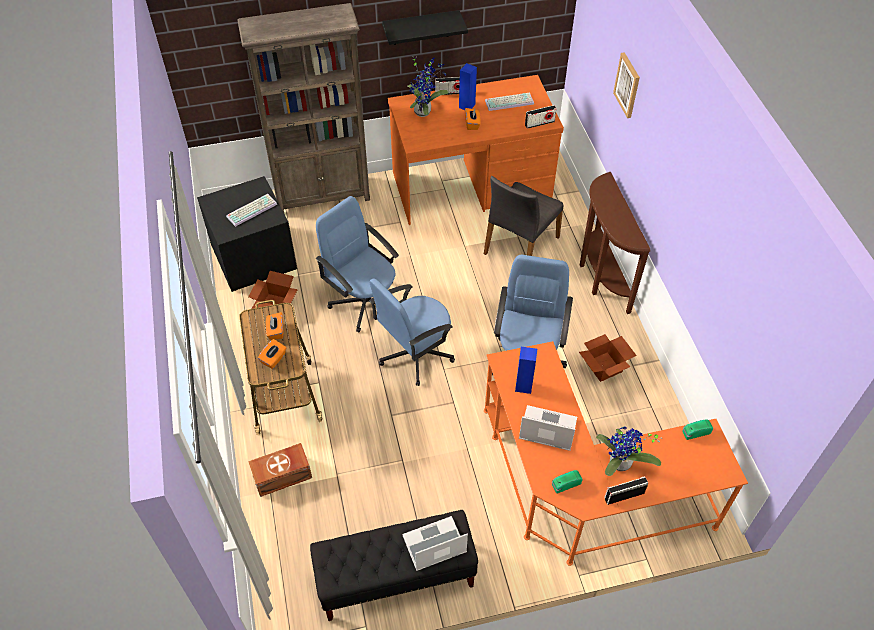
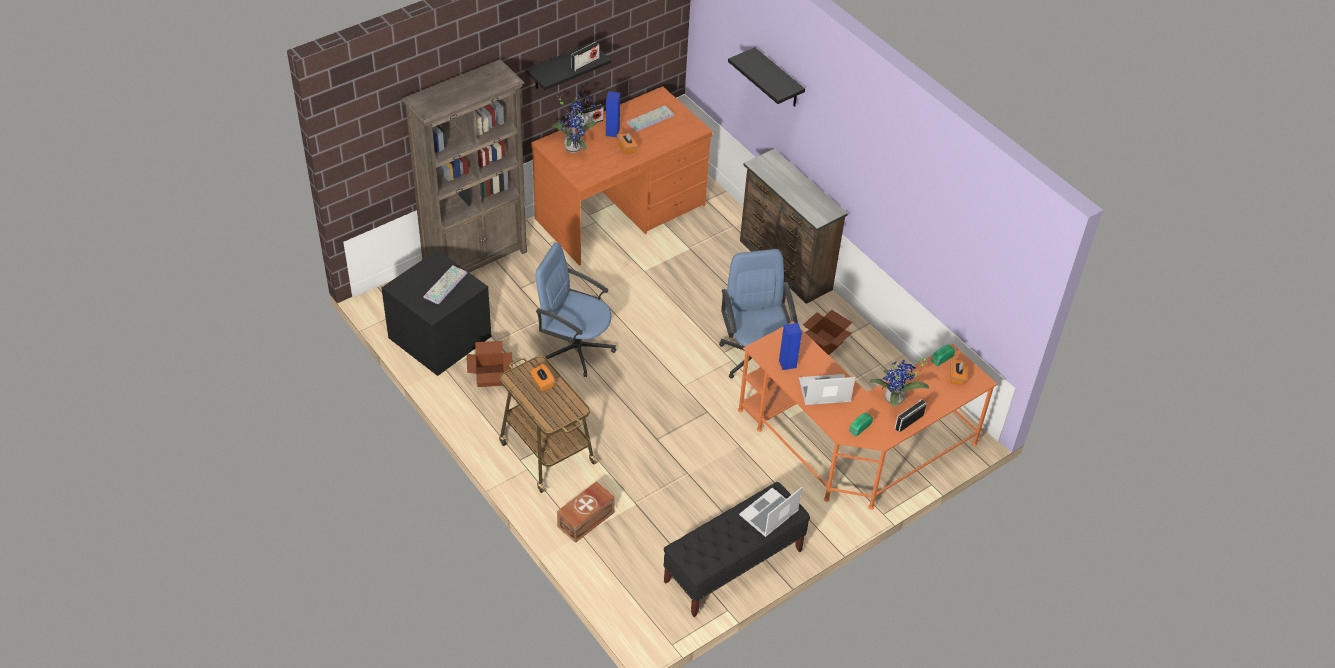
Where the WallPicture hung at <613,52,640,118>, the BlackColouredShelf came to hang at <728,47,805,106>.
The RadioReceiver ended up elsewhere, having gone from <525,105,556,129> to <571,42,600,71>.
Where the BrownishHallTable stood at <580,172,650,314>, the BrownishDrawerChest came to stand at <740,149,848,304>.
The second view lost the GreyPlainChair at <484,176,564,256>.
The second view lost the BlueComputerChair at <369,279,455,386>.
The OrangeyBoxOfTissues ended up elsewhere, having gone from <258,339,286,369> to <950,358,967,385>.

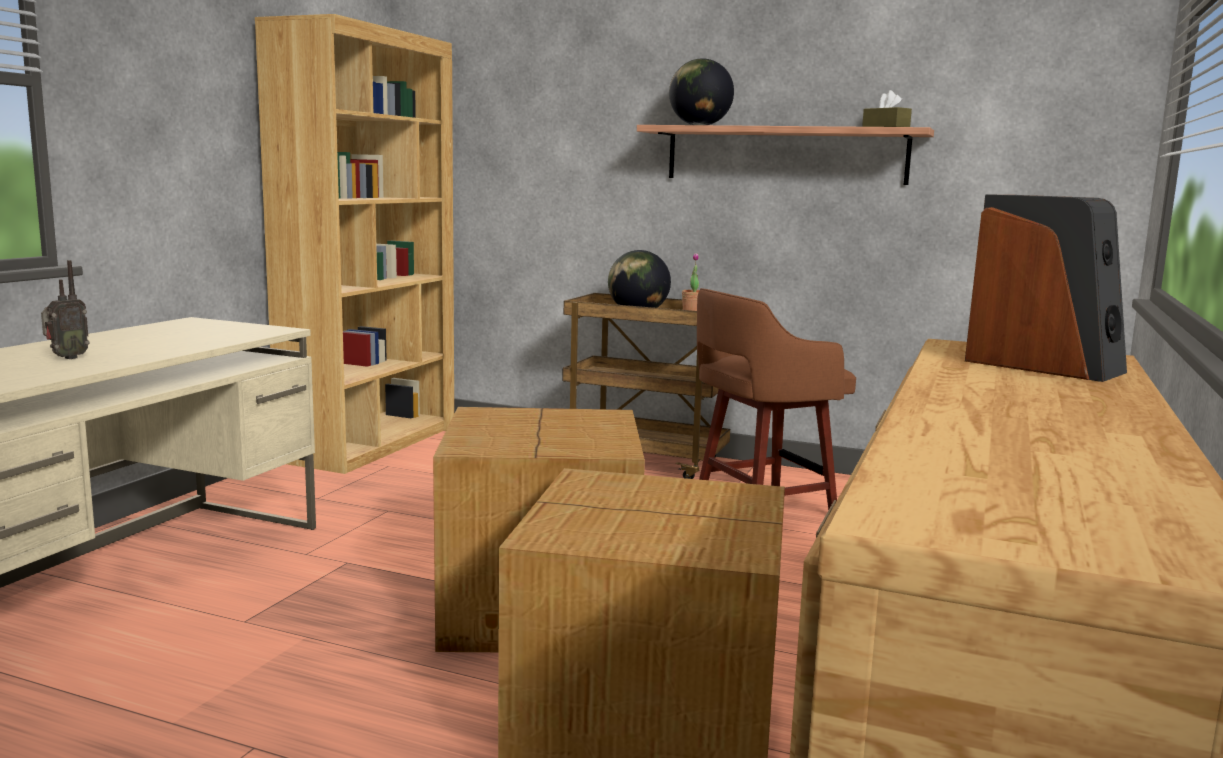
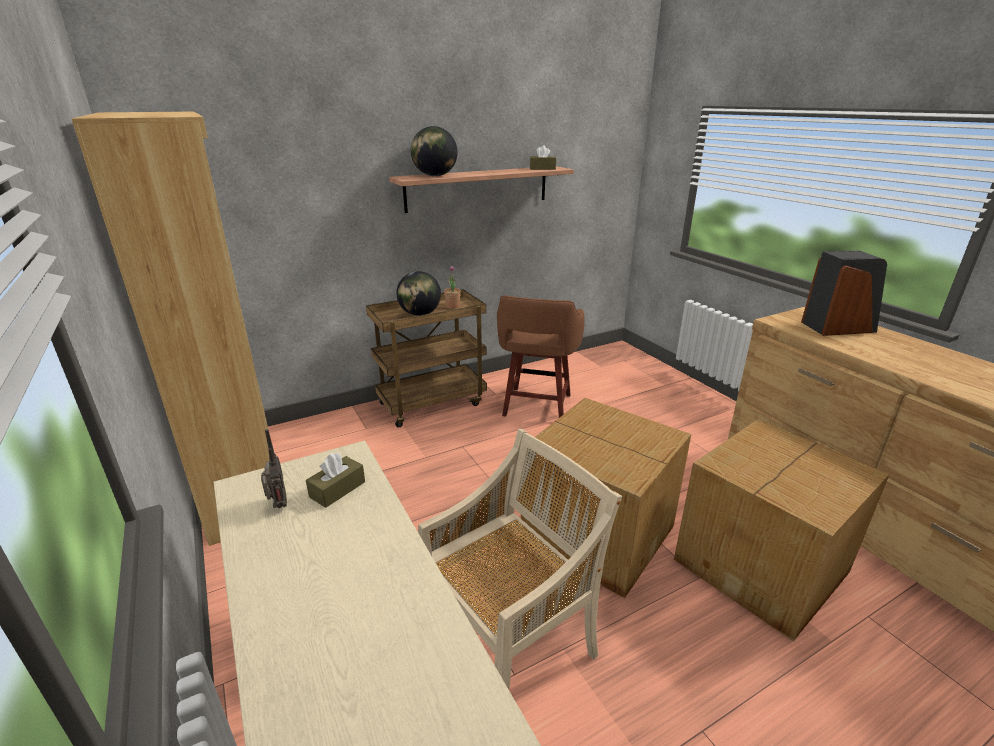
The RadioReceiver ended up elsewhere, having gone from <41,260,90,359> to <261,429,287,508>.
The second view gained the BeigePlainChair at <418,429,622,689>.
The second view gained the BrownishBoxOfTissues at <306,453,365,508>.

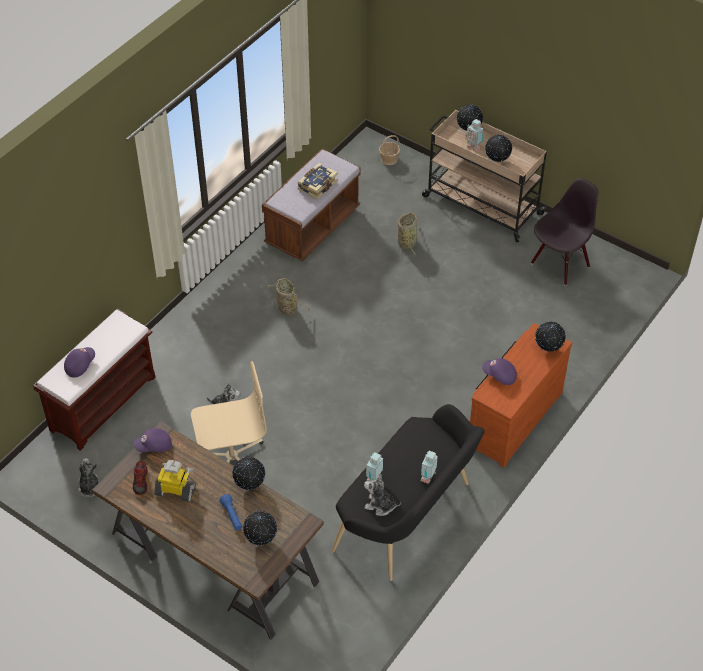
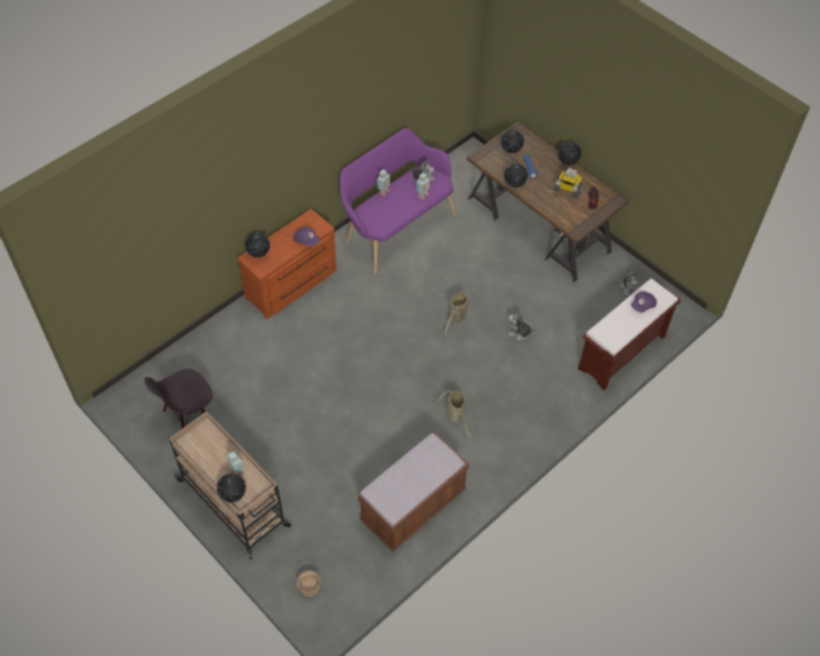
The DeskGlobe ended up elsewhere, having gone from <485,135,512,162> to <558,141,581,165>.
The second view lost the Book at <298,163,338,200>.
The HouseholdBasket ended up elsewhere, having gone from <398,213,417,257> to <444,289,469,336>.
The second view lost the BeigeComputerChair at <191,362,267,463>.
What was the BlackColouredBench at <331,404,485,581> turned into the PurplishBench at <339,128,456,274>.
The second view lost the PurplishBaseballCap at <134,428,172,452>.

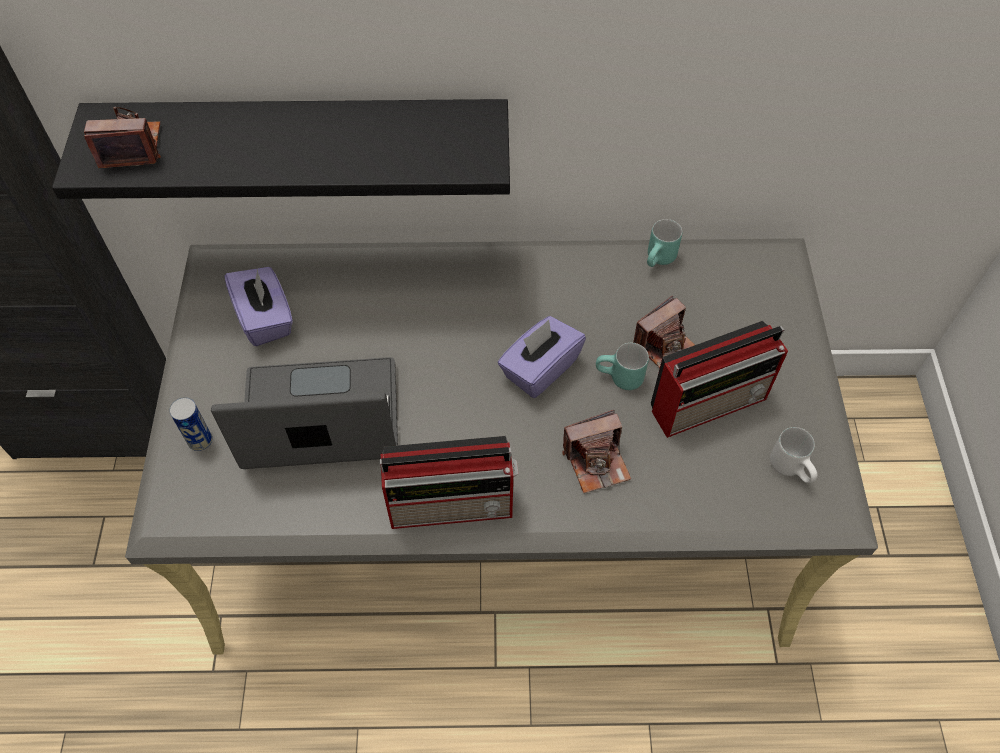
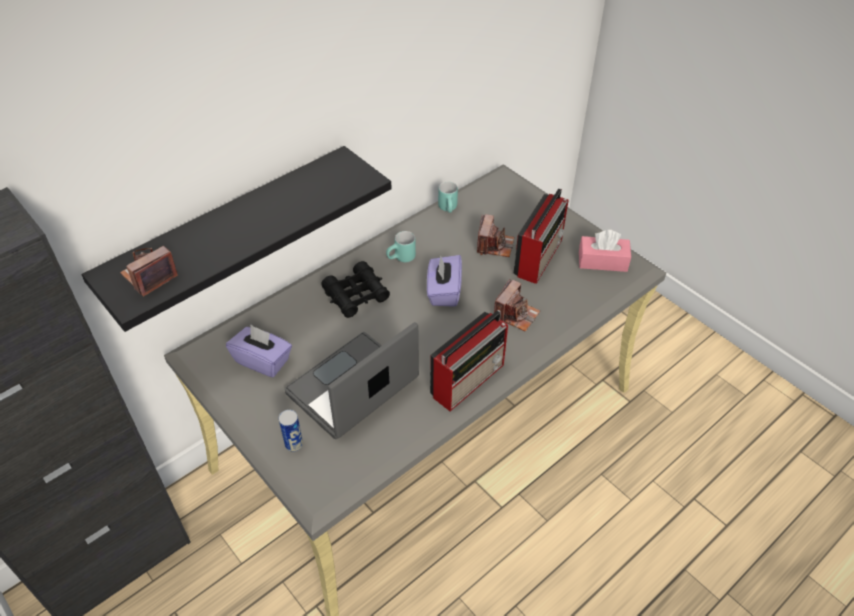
The BlueGreenTeaMug ended up elsewhere, having gone from <596,343,649,390> to <386,231,416,262>.
Where the WhiteColouredTeaMug stood at <770,427,817,483>, the PinkColouredBoxOfTissues came to stand at <579,230,631,272>.
The second view gained the BlackColouredFieldGlasses at <321,261,390,318>.

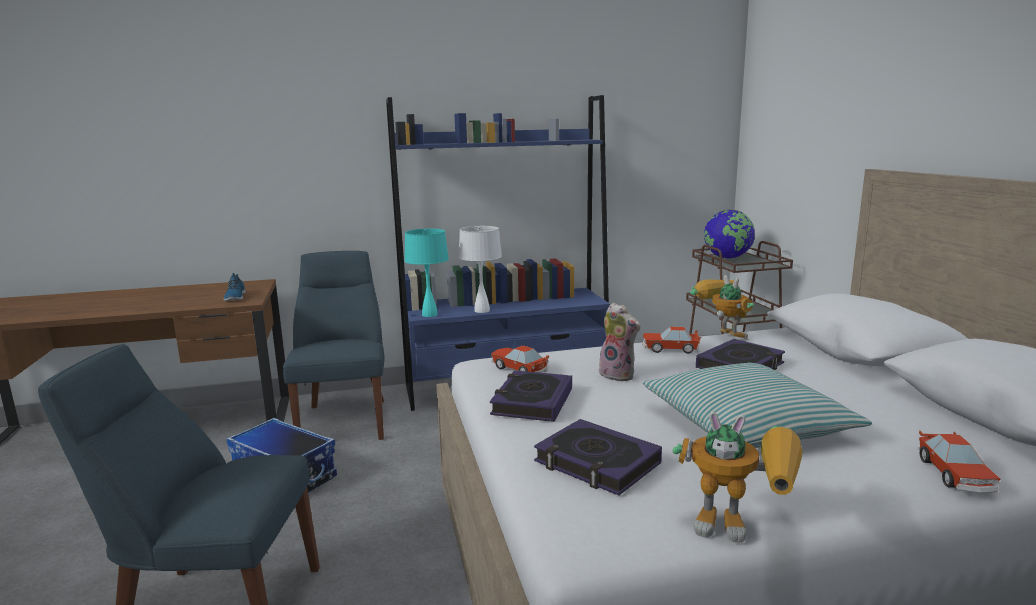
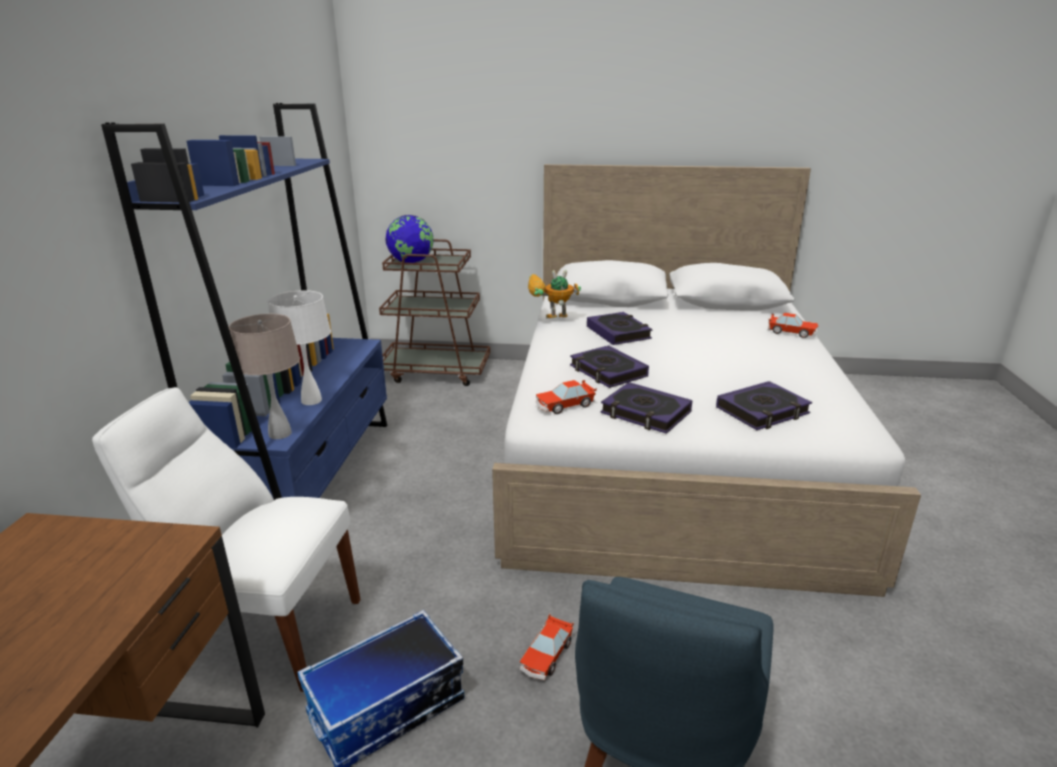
What was the BlueGreenTableLamp at <404,229,449,317> turned into the BeigeTableLamp at <229,314,300,439>.
What was the BluePlainChair at <283,251,385,440> turned into the WhiteColouredPlainChair at <92,387,361,692>.
The second view lost the Shoe at <224,273,246,301>.
Where the SoftToy stood at <599,303,640,382>, the Book came to stand at <570,345,649,388>.
The ToyCar ended up elsewhere, having gone from <642,327,701,354> to <520,614,574,680>.
The second view lost the Pillow at <643,363,872,448>.
The second view lost the ModelRobot at <673,411,803,543>.

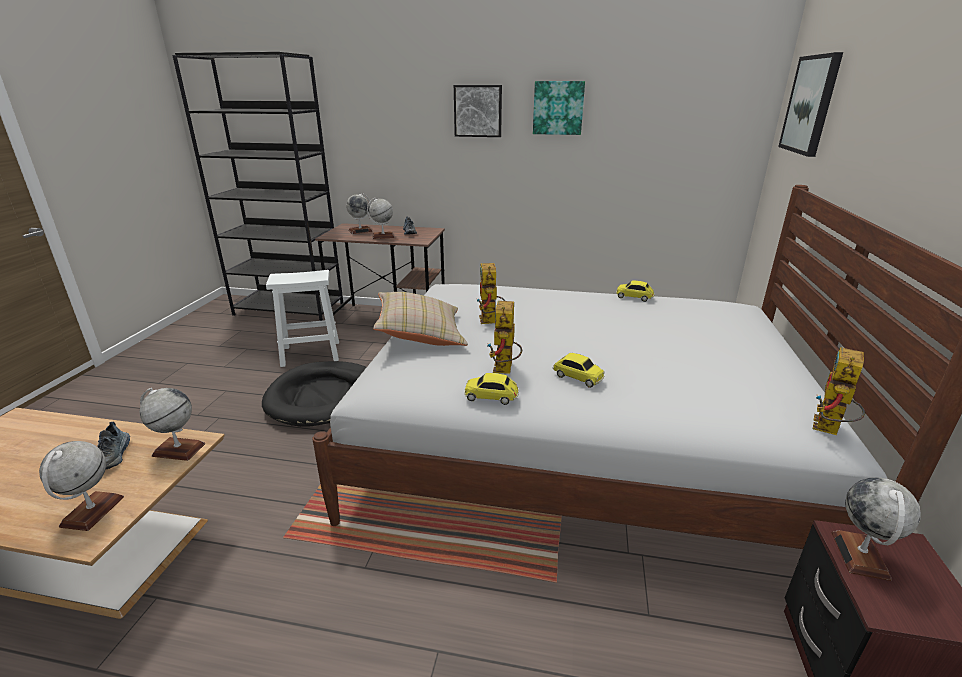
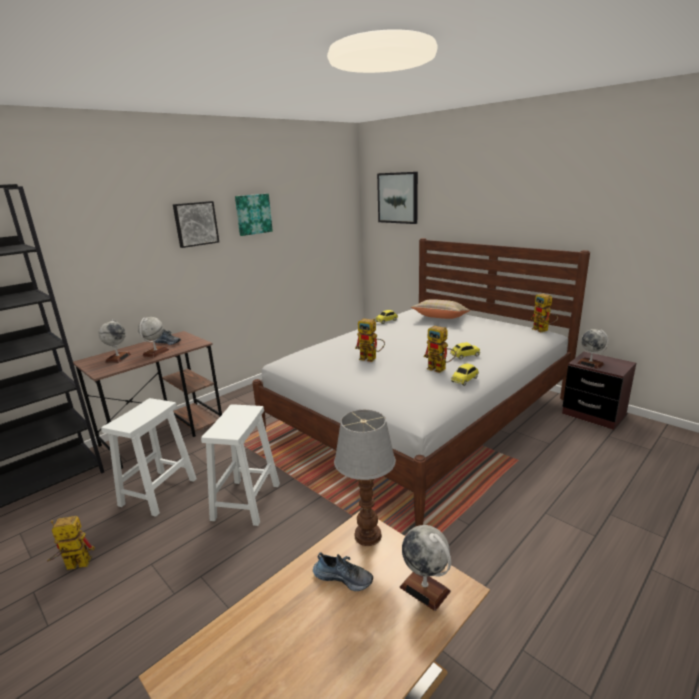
The BeigePillow ended up elsewhere, having gone from <373,292,468,346> to <411,299,470,319>.
Where the BlackColouredPetBed stood at <262,361,367,427>, the WhiteColouredStool came to stand at <201,404,280,526>.
Where the DeskGlobe stood at <140,388,205,461>, the TableLamp came to stand at <334,410,396,546>.
The second view gained the ModelRobot at <47,516,95,570>.

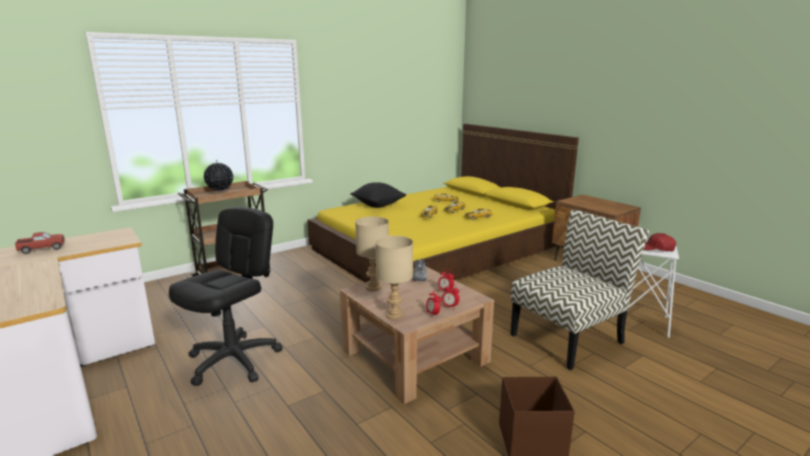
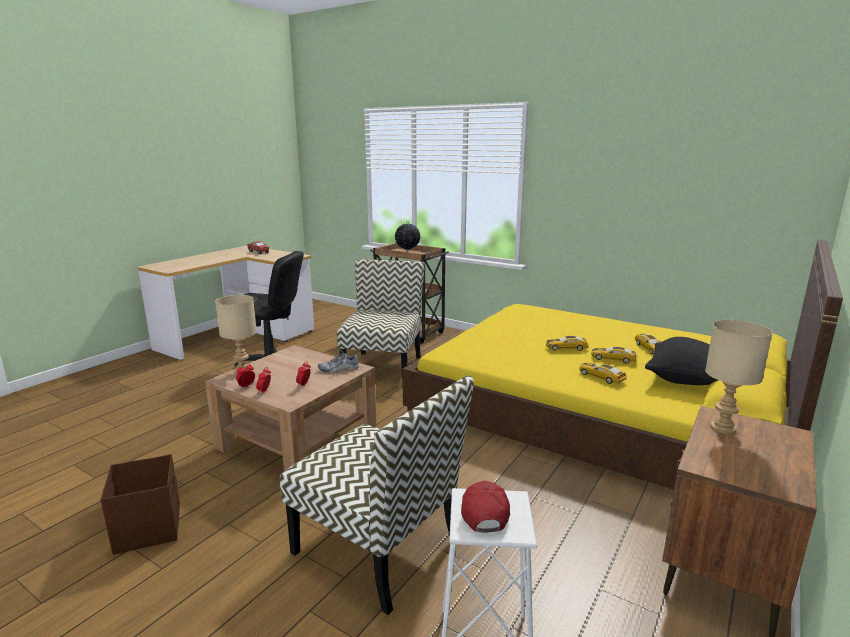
The BlackColouredPillow ended up elsewhere, having gone from <350,183,406,208> to <645,337,718,385>.
The BeigeTableLamp ended up elsewhere, having gone from <355,217,389,291> to <705,320,773,434>.
The second view gained the PlainChair at <337,259,425,384>.

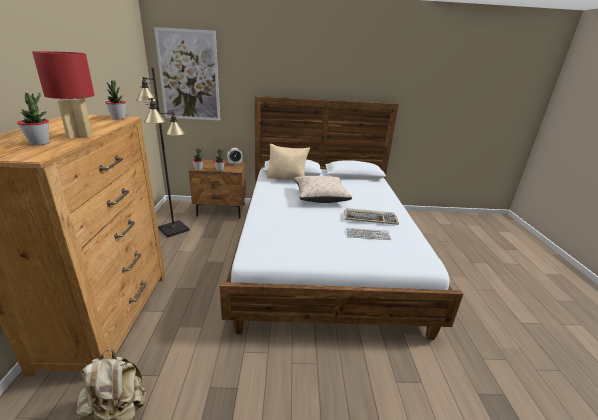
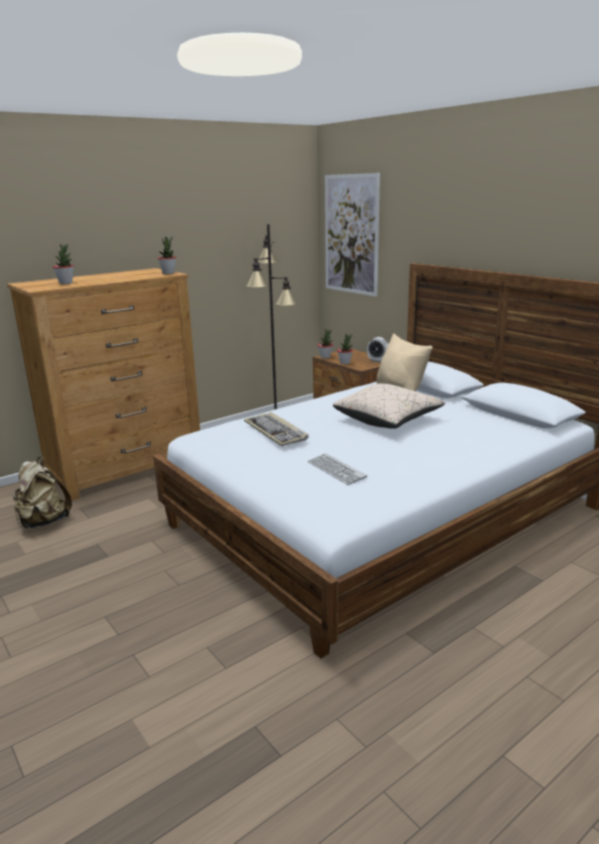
The second view lost the ReddishTableLamp at <32,51,95,139>.
The PcKeyboard ended up elsewhere, having gone from <344,208,399,225> to <244,412,309,446>.

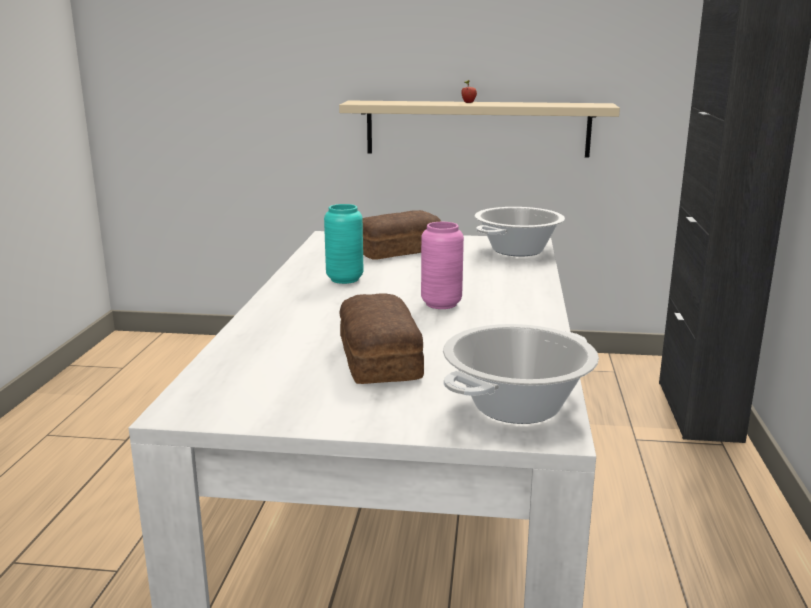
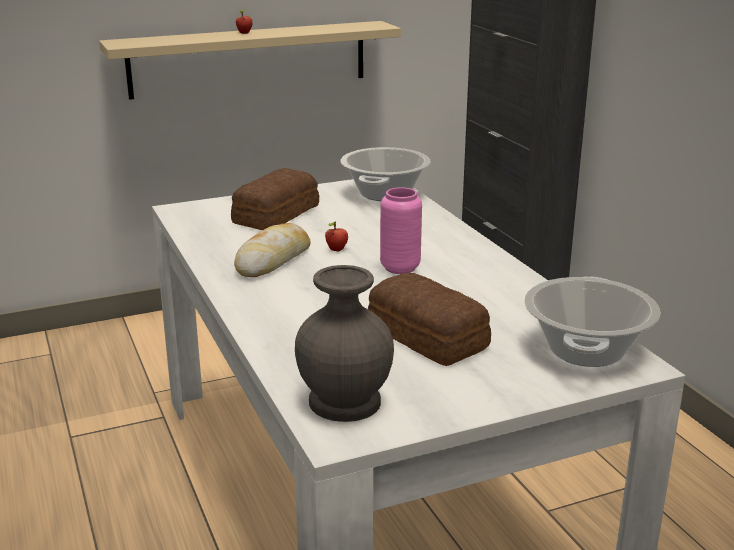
Where the BlueGreenVase stood at <324,204,363,284>, the Bread came to stand at <234,223,311,277>.
The second view gained the AppleFruit at <325,221,348,252>.
The second view gained the GreyVase at <295,265,394,422>.

